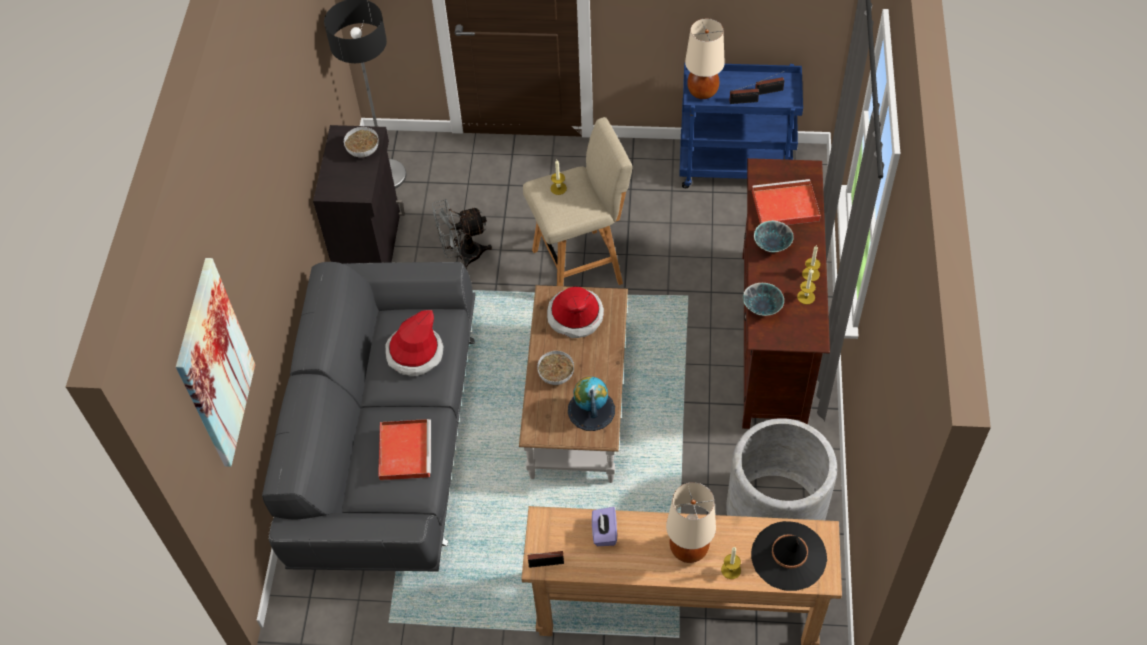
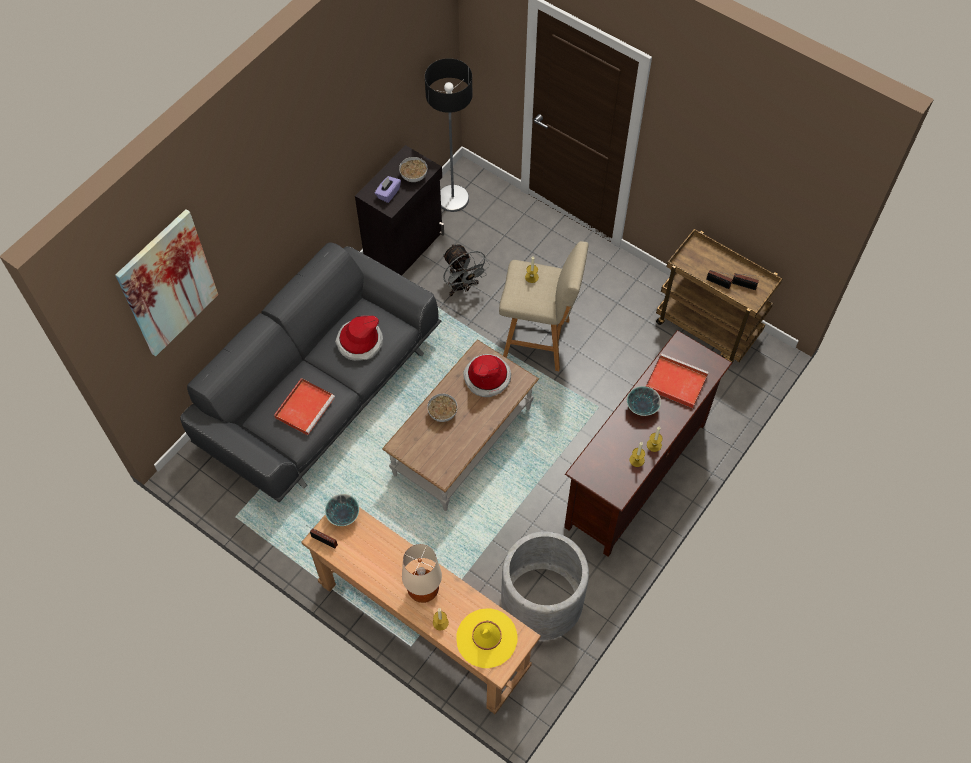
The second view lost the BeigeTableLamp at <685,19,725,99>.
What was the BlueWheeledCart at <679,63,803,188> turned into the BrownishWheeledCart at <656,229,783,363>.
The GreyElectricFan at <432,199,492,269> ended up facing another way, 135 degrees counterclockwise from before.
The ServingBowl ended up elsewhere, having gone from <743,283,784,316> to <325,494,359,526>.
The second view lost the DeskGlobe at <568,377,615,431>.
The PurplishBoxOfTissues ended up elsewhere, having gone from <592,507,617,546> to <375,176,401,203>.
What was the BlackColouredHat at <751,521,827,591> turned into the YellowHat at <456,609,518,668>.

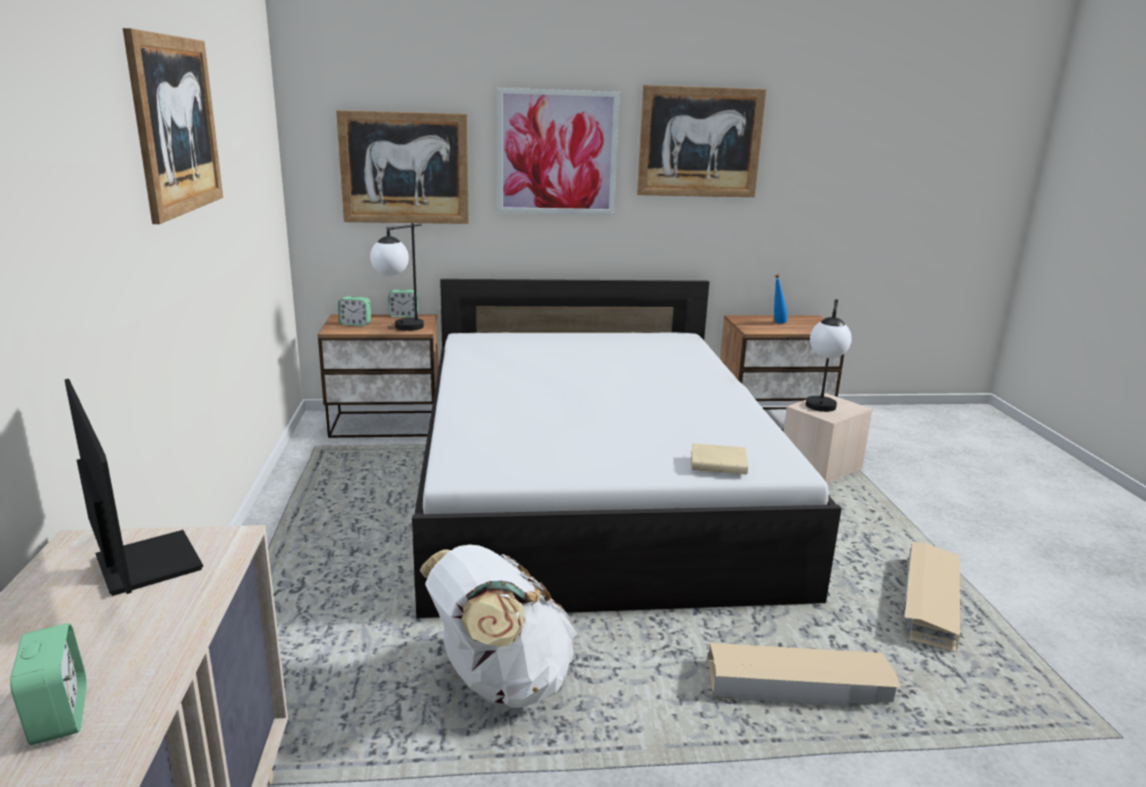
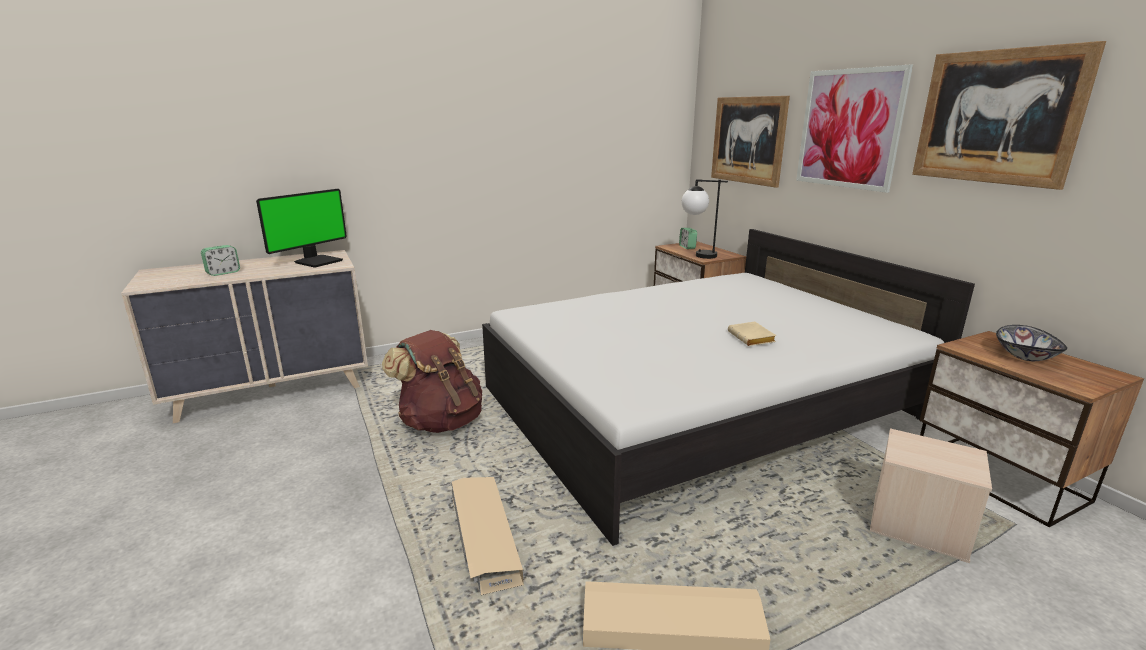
The second view lost the WallPicture at <123,28,223,224>.
Where the BlueBeverageBottle stood at <774,275,788,324>, the ServingBowl came to stand at <996,325,1067,361>.
The second view lost the TableClock at <388,290,418,317>.
The second view lost the TableLamp at <806,299,852,412>.
The BeigeBook ended up elsewhere, having gone from <691,443,748,475> to <728,322,776,346>.
What was the WhiteColouredBackpack at <420,545,577,708> turned into the BrownishBackpack at <382,330,482,433>.

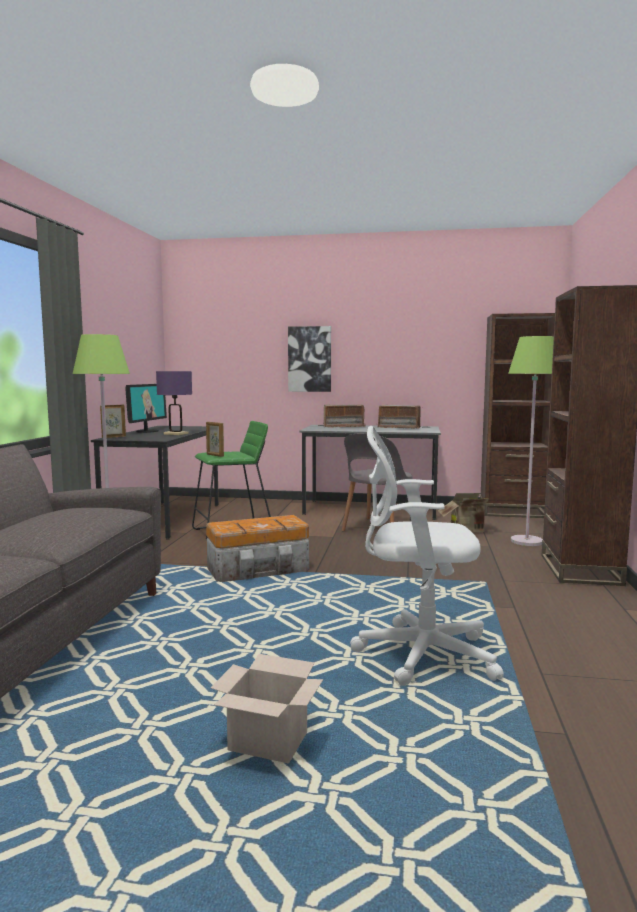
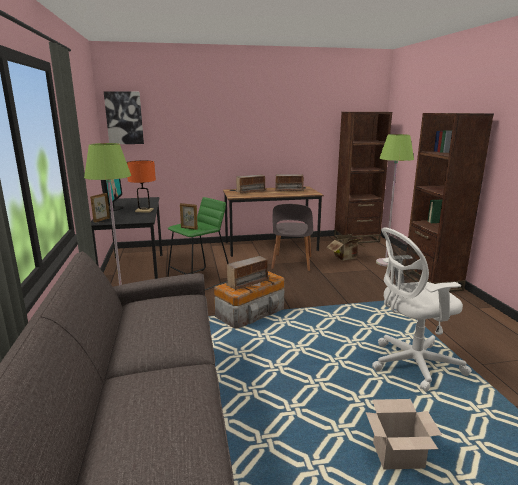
The WallPicture ended up elsewhere, having gone from <288,326,331,392> to <104,91,144,144>.
What was the PurplishTableLamp at <156,371,192,435> turned into the OrangeyTableLamp at <127,160,156,213>.
What was the GreyDesk at <299,425,441,520> turned into the BrownishDesk at <223,186,324,257>.
The second view gained the RadioReceiver at <226,256,269,290>.

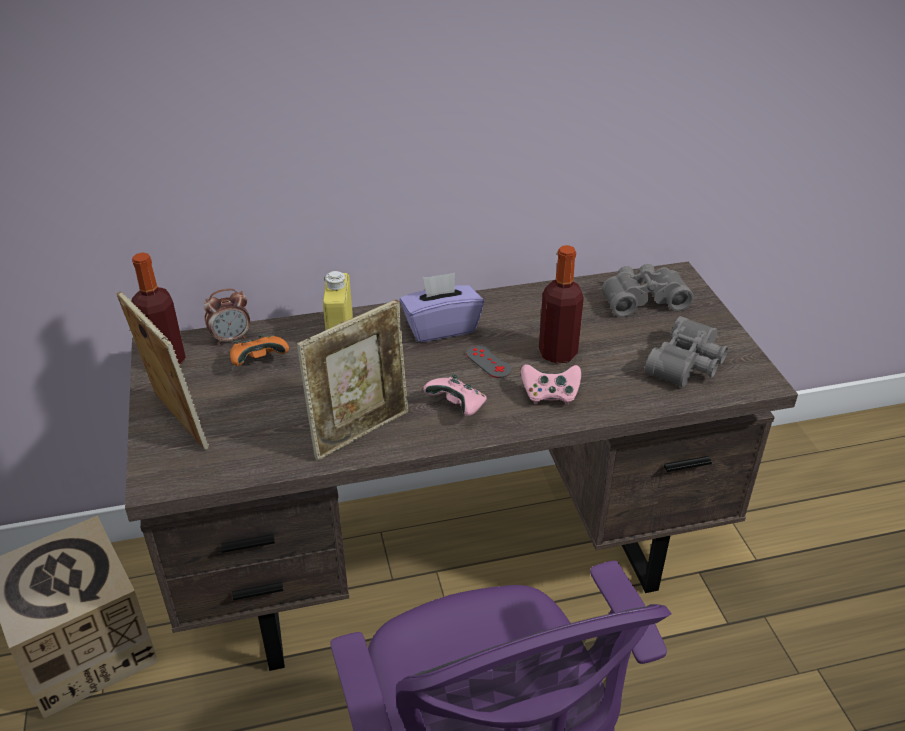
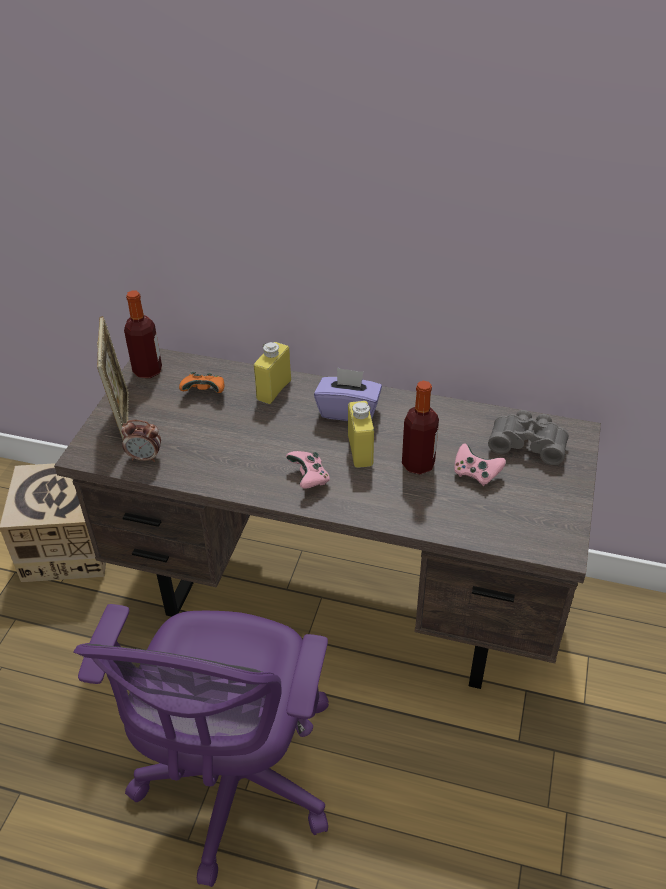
The TableClock ended up elsewhere, having gone from <204,288,250,345> to <121,420,161,462>.
The second view lost the PictureFrame at <297,299,408,461>.
The second view lost the GreyFieldGlasses at <645,316,728,387>.
Where the GreyJoypad stood at <466,345,511,378>, the YellowBeverageBottle came to stand at <348,401,374,468>.
The PinkColouredJoypad ended up elsewhere, having gone from <521,364,581,405> to <454,444,506,486>.

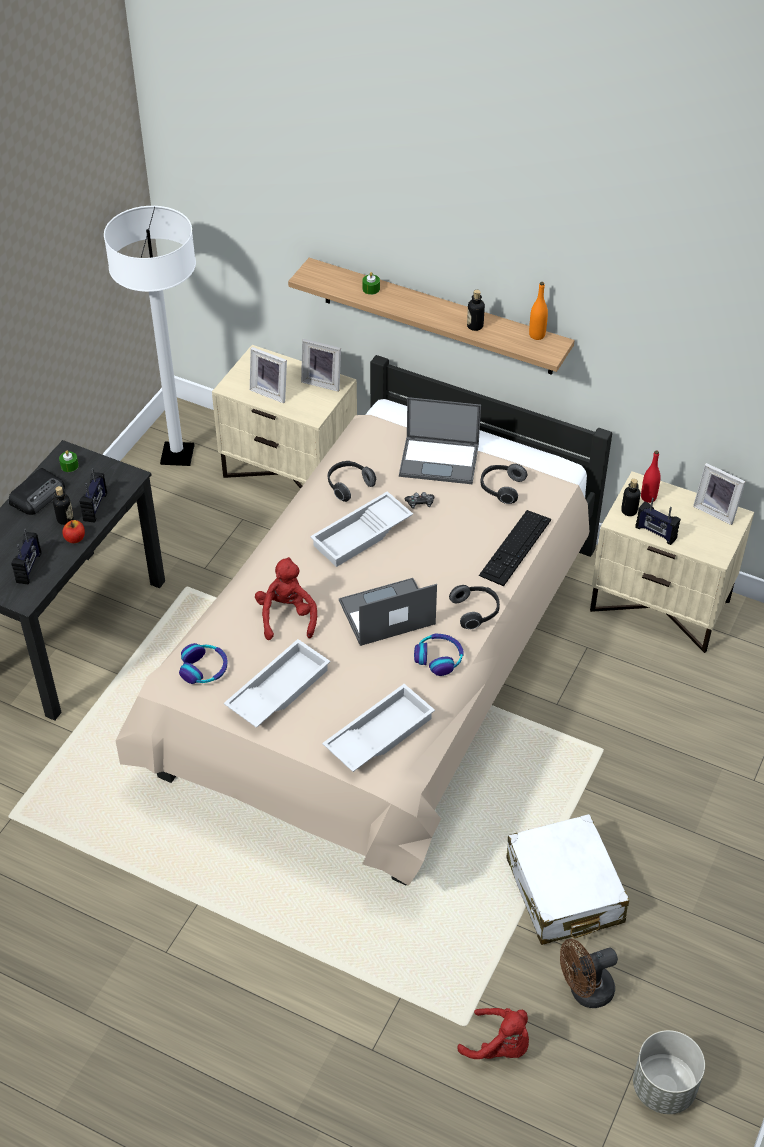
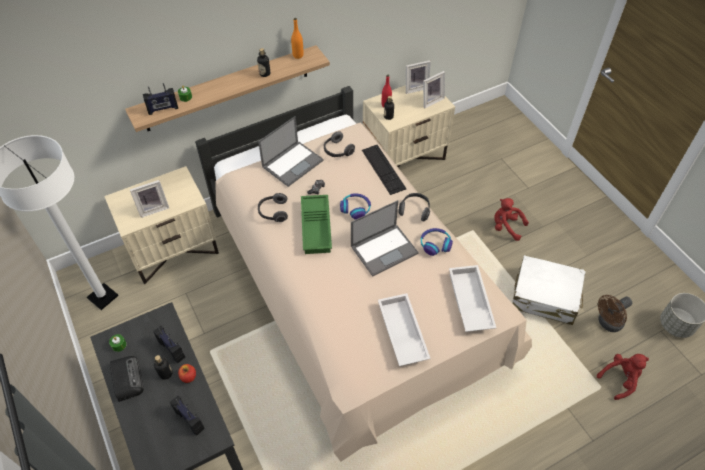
The PictureFrame ended up elsewhere, having gone from <301,339,341,392> to <423,71,445,108>.
What was the WhiteColouredServingTray at <310,491,413,567> turned into the GreenishServingTray at <301,195,332,254>.
The RadioReceiver ended up elsewhere, having gone from <635,498,681,545> to <143,83,178,115>.
The ReddishSoftToy ended up elsewhere, having gone from <255,557,317,640> to <494,198,529,241>.
The PortableComputer at <339,578,437,646> ended up facing another way, 135 degrees counterclockwise from before.
The Headset ended up elsewhere, having gone from <179,643,227,684> to <340,193,371,220>.
The BrownishElectricFan at <560,939,618,1008> ended up facing another way, 45 degrees clockwise from before.

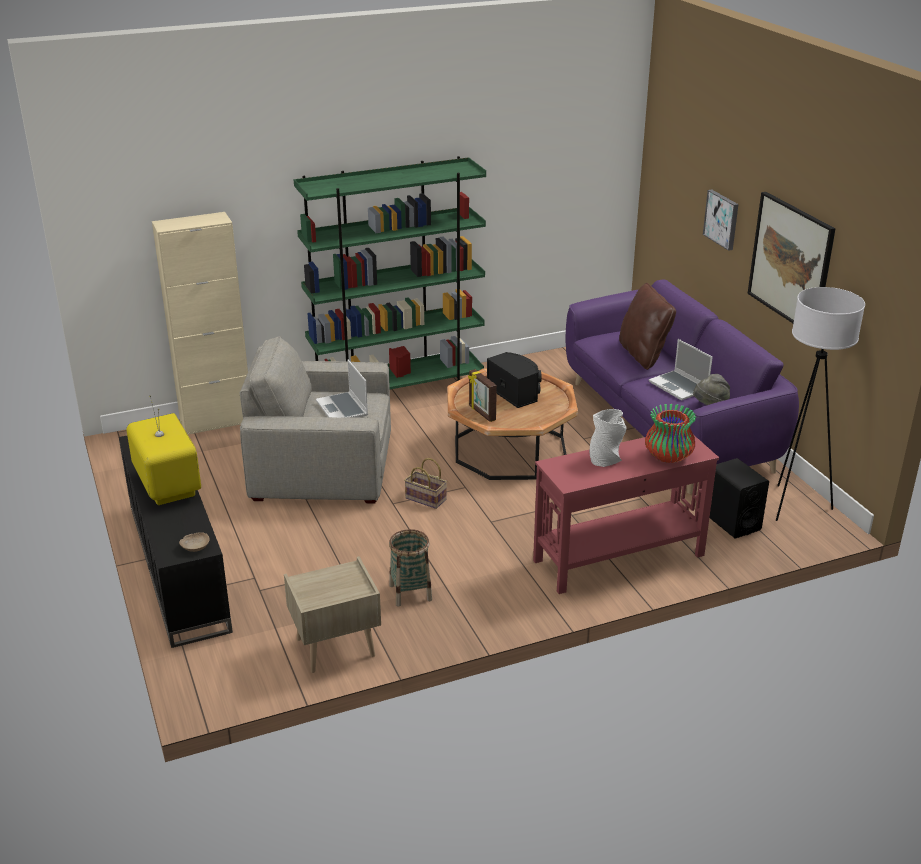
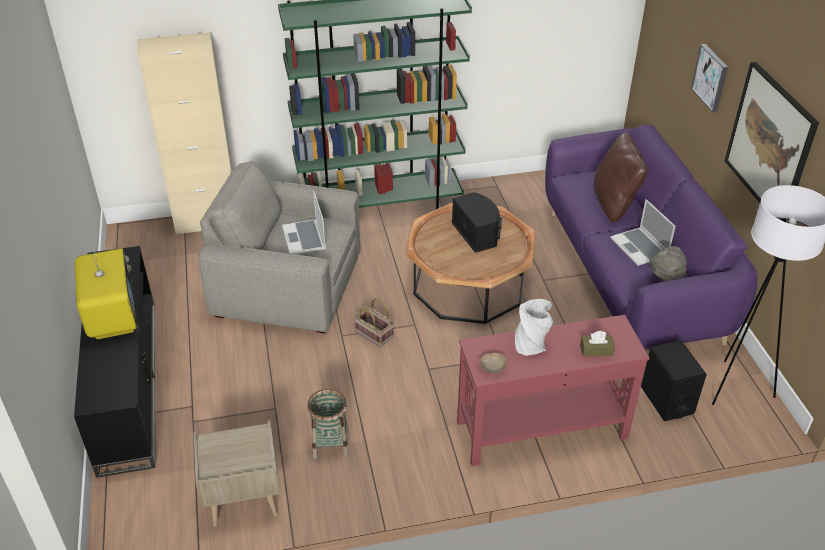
The second view lost the PictureFrame at <468,369,497,422>.
Where the Vase stood at <645,404,696,463>, the BrownishBoxOfTissues came to stand at <580,331,615,357>.
The BeigeServingBowl ended up elsewhere, having gone from <179,532,210,552> to <479,353,508,374>.

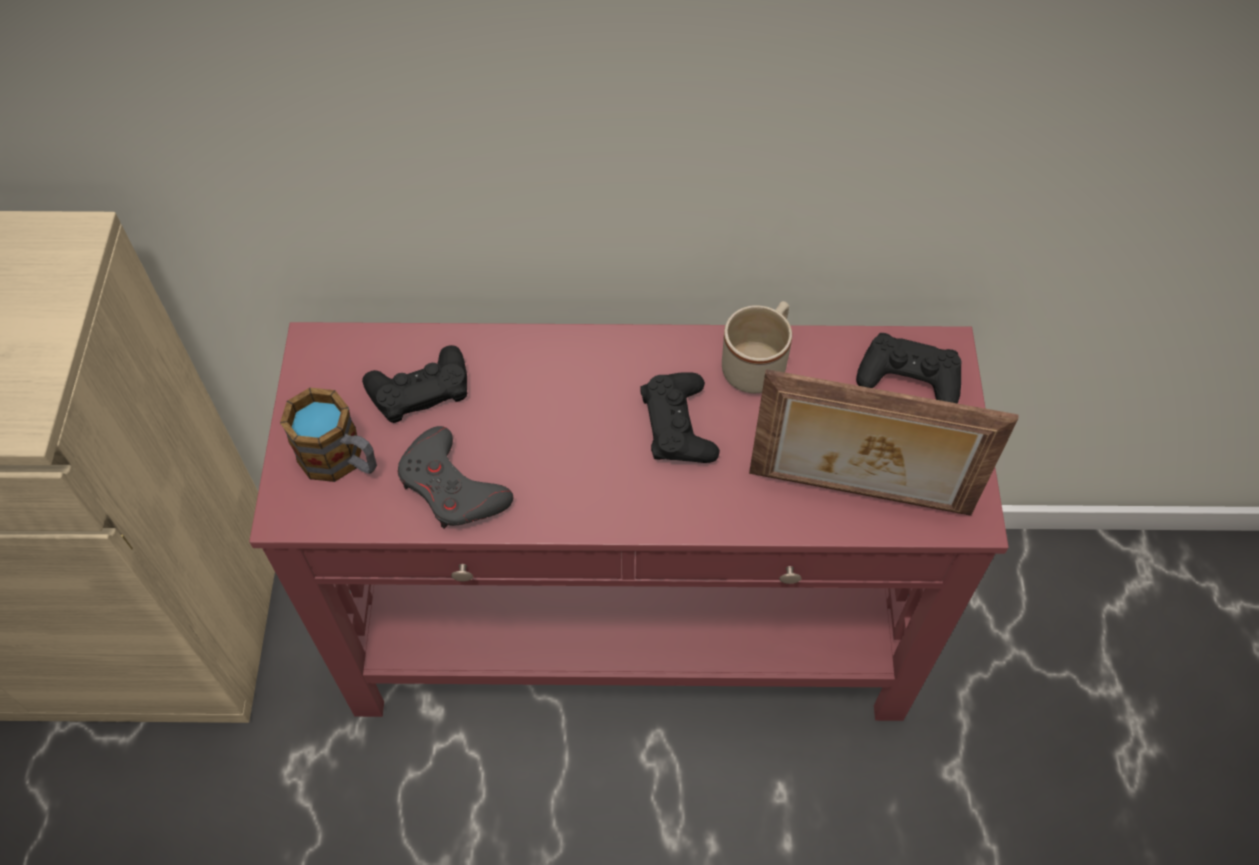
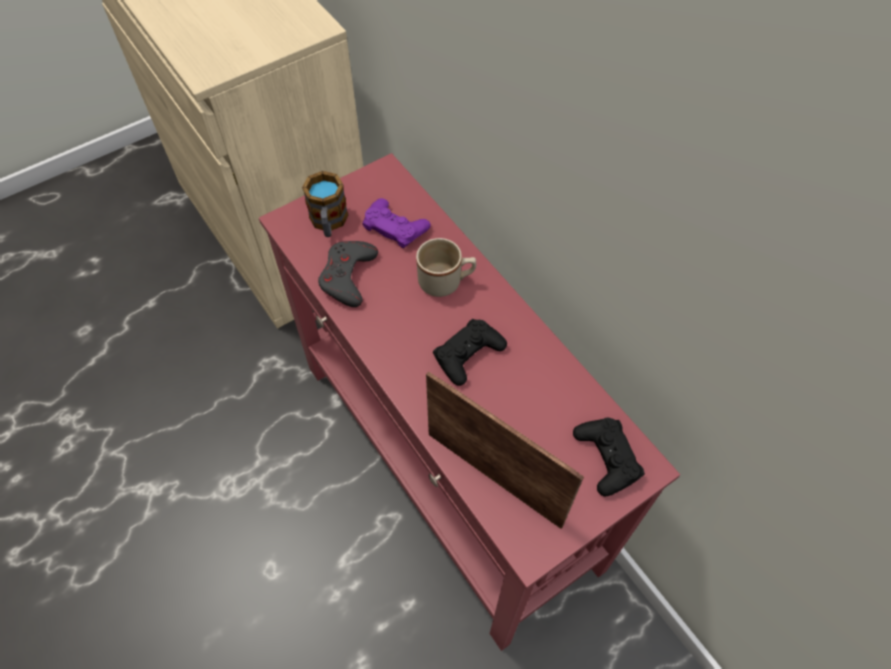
The BeigeTeaMug ended up elsewhere, having gone from <722,301,792,393> to <416,238,476,297>.
What was the BlackColouredJoypad at <362,345,467,423> turned into the PurplishJoypad at <362,198,431,248>.
The PictureFrame at <749,369,1018,516> ended up facing another way, 150 degrees clockwise from before.

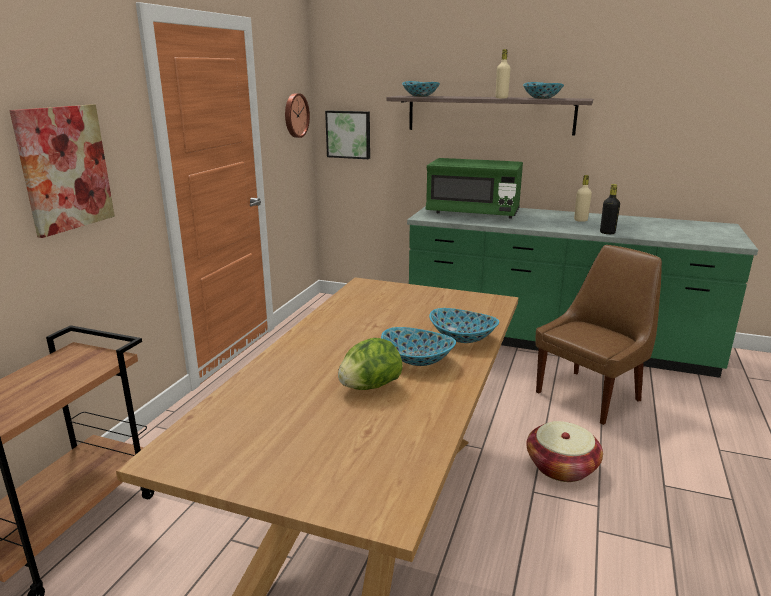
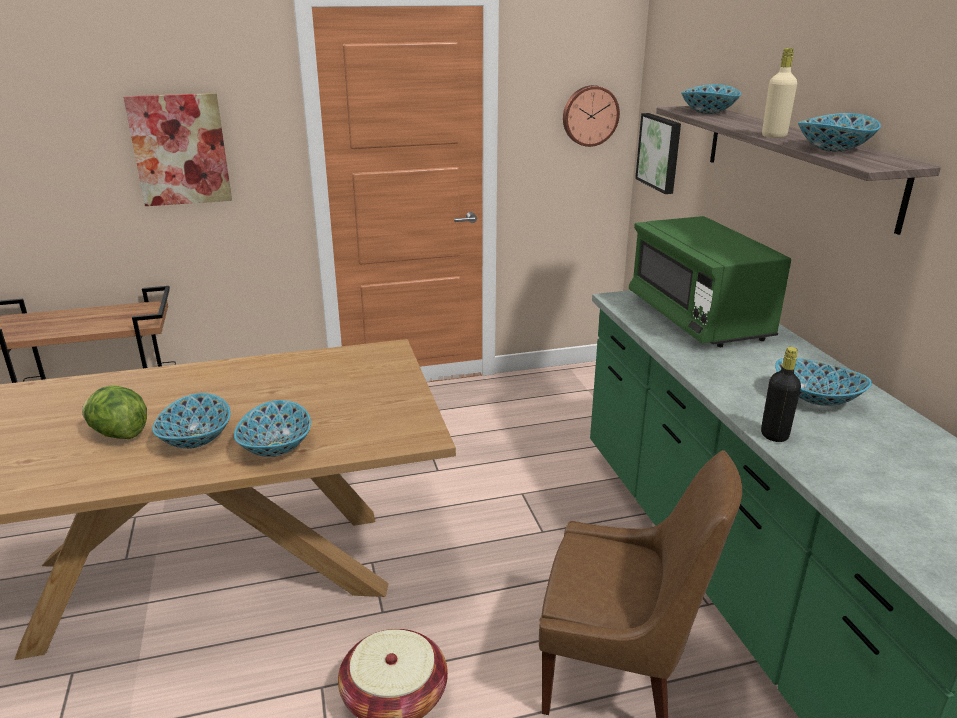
Where the BeigeBeverageBottle stood at <574,175,592,222>, the ServingBowl came to stand at <775,358,872,406>.

